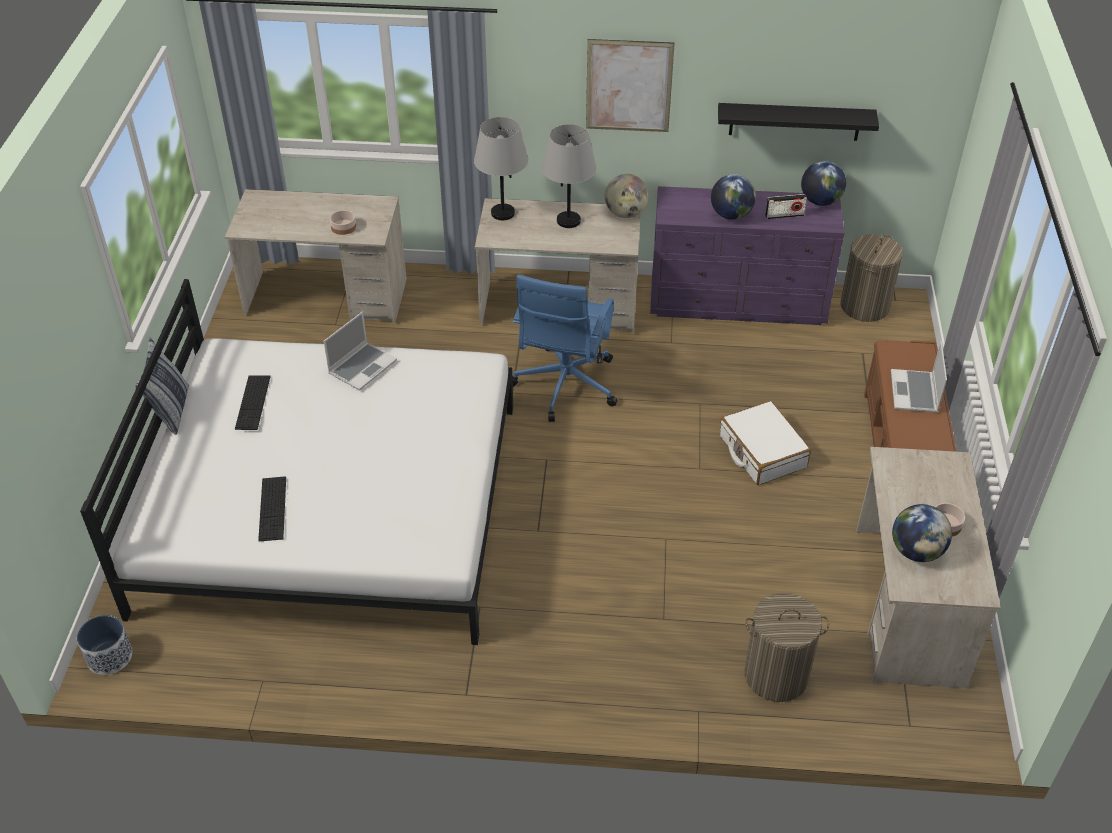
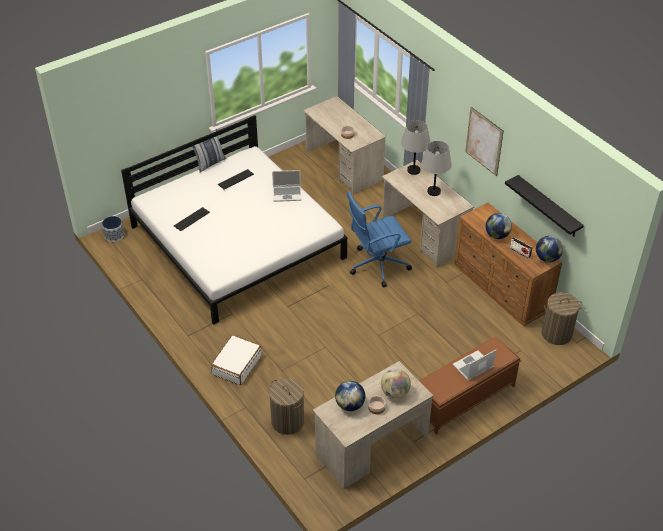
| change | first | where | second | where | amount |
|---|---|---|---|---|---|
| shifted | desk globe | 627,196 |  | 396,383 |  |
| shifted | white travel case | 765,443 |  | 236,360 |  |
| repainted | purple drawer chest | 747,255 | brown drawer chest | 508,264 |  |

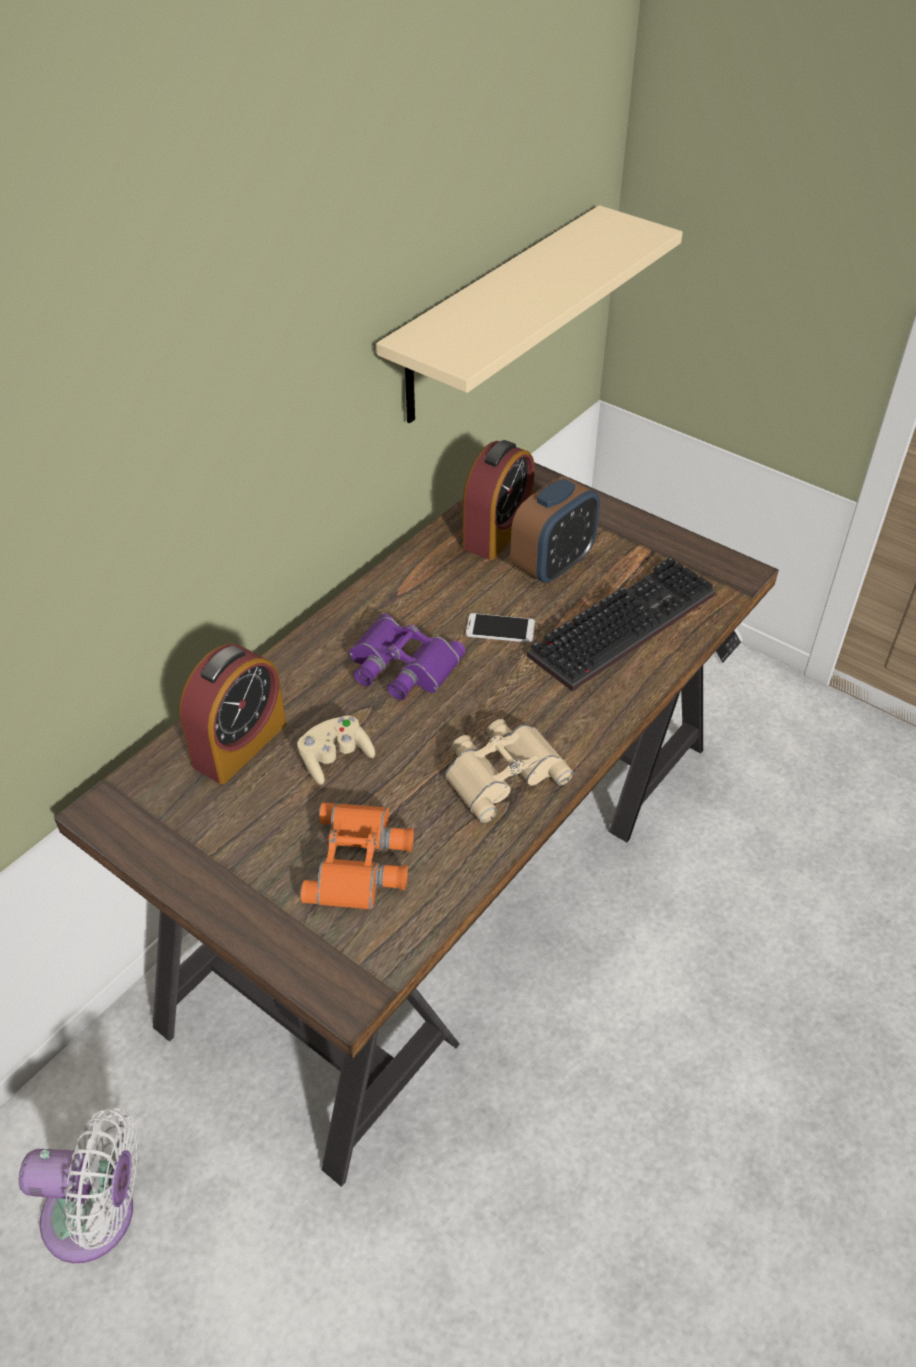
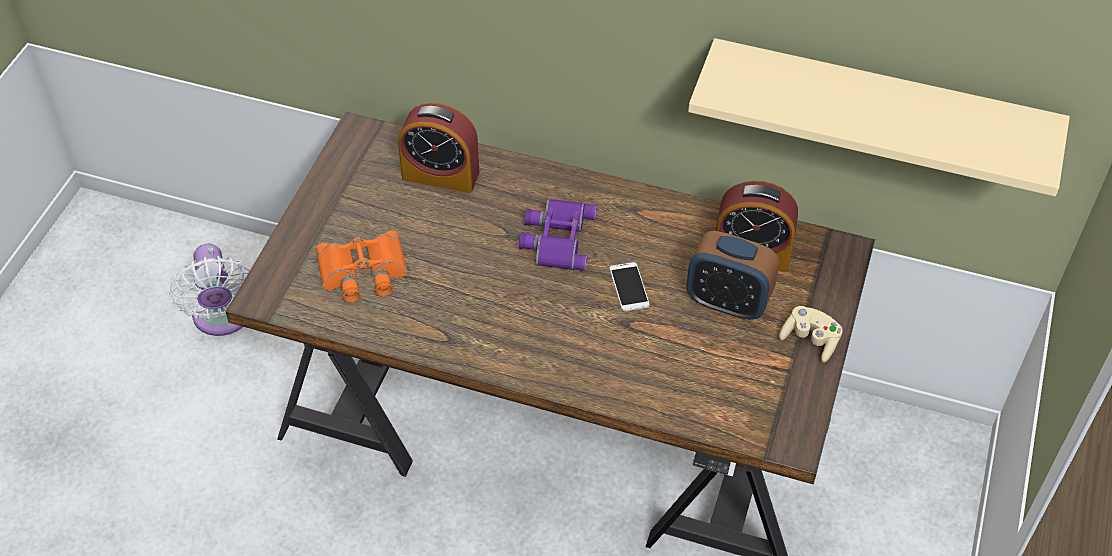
| change | first | where | second | where | amount |
|---|---|---|---|---|---|
| gone | beige-coloured pair of binoculars | 509,771 |  |  |  |
| gone | computer keyboard | 621,624 |  |  |  |
| shifted | beige-coloured gamepad | 336,750 |  | 811,334 |  |

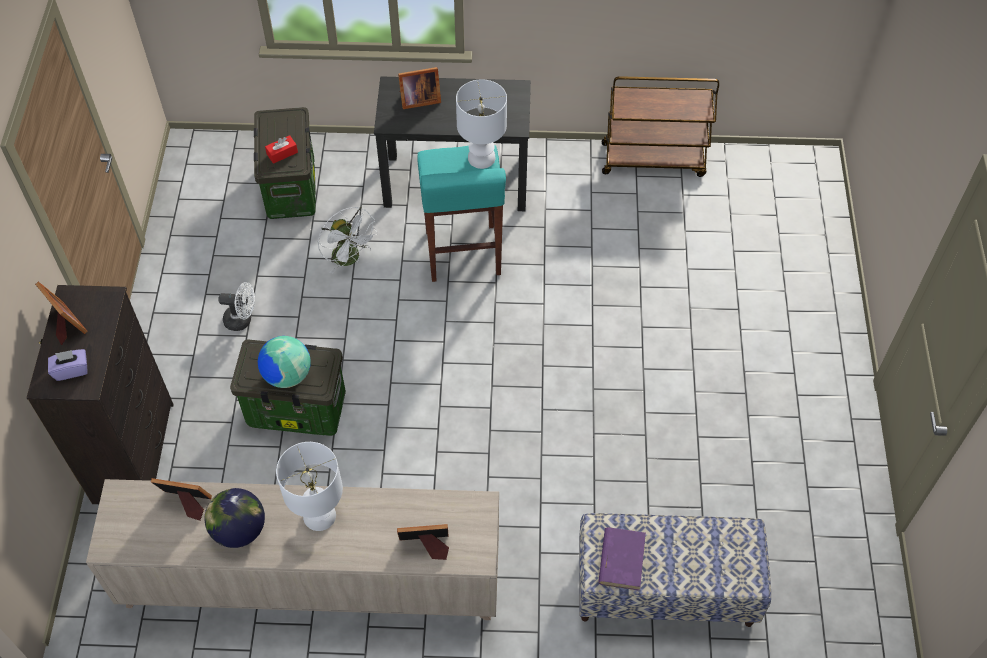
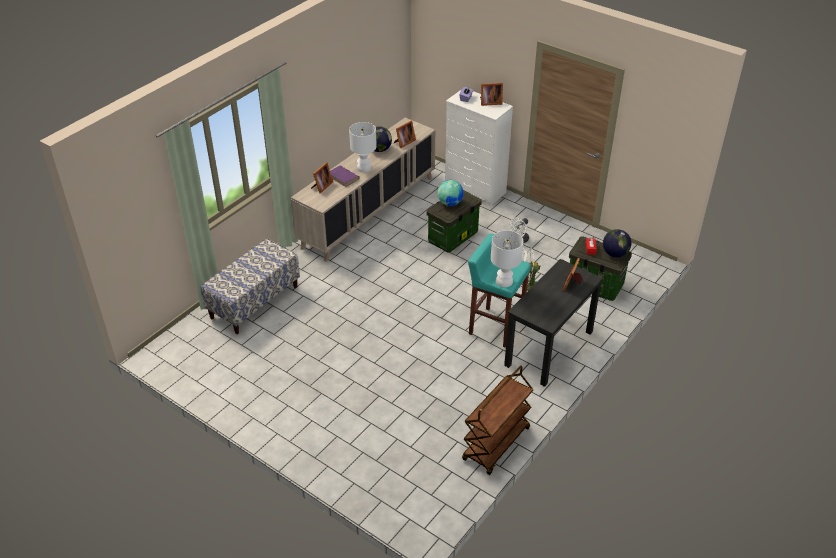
| change | first | where | second | where | amount |
|---|---|---|---|---|---|
| new |  |  | desk globe | 617,243 |  |
| shifted | purple bound book | 622,559 |  | 345,176 |  |
| repainted | black drawer chest | 100,394 | white drawer chest | 479,147 |  |

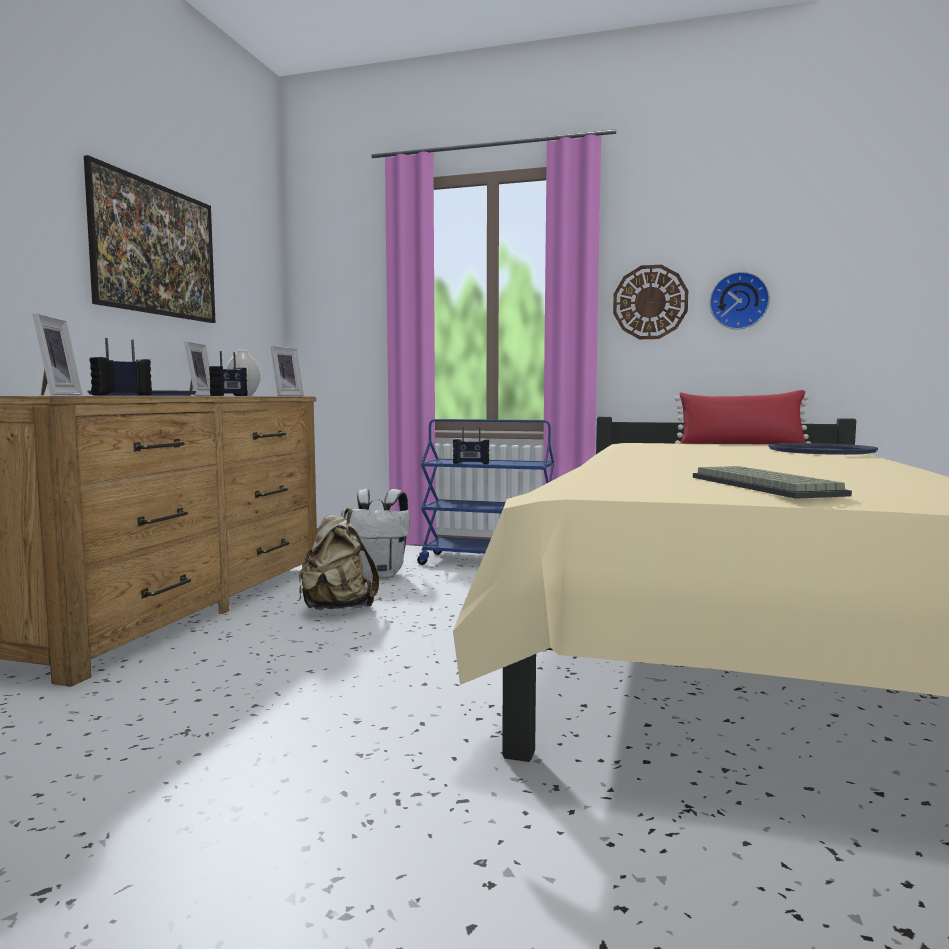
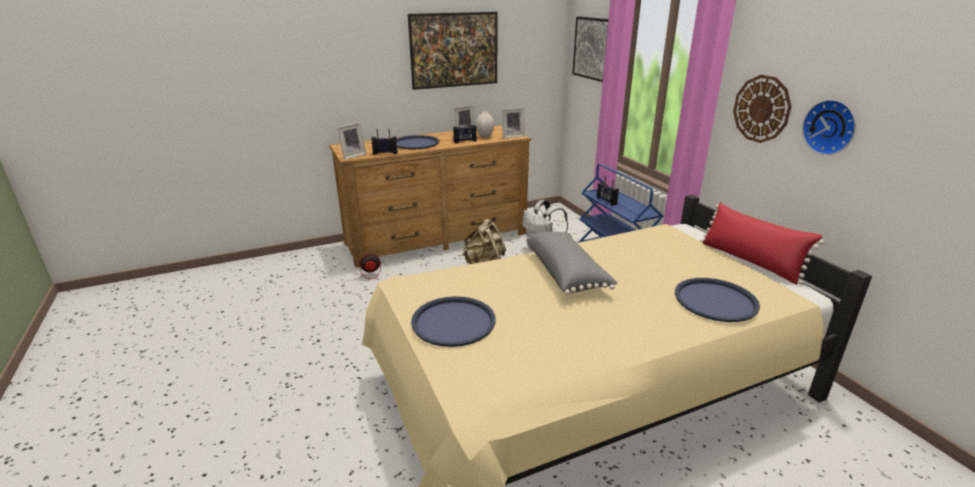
| change | first | where | second | where | amount |
|---|---|---|---|---|---|
| new |  |  | fan | 362,274 |  |
| new |  |  | grey throw pillow | 572,263 |  |
| new |  |  | wall picture | 590,49 |  |
| swapped | computer keyboard | 772,482 | blue-coloured serving tray | 453,321 |  |

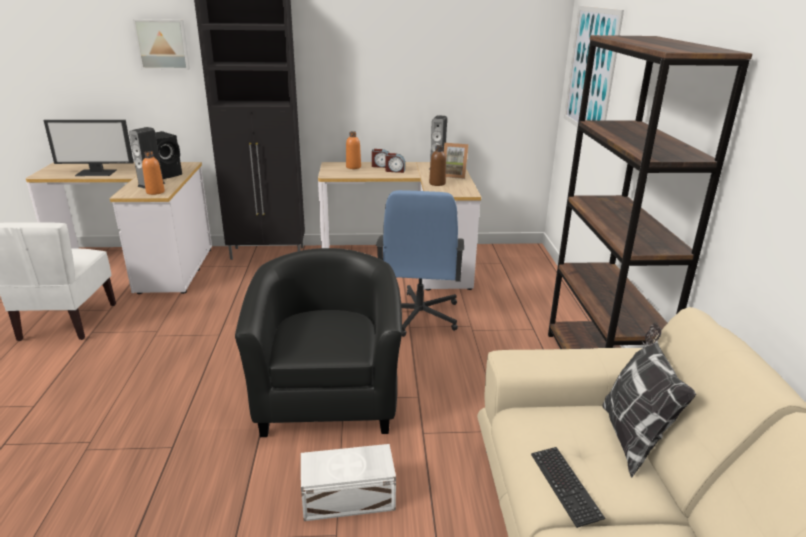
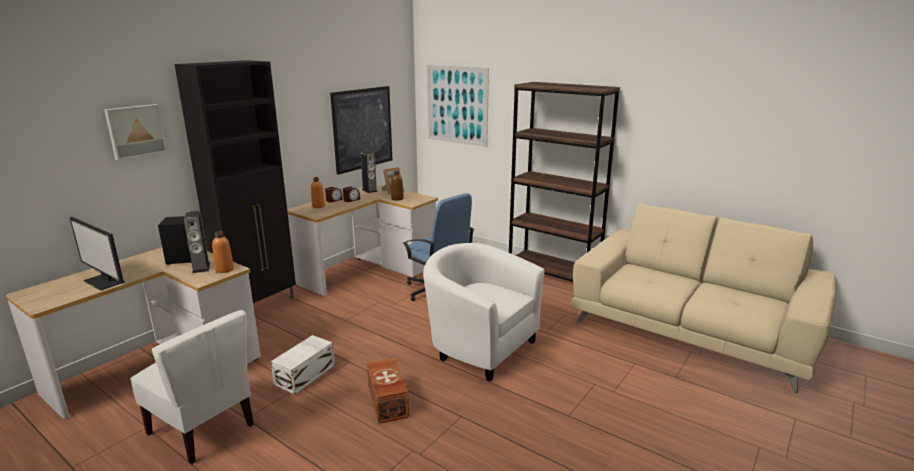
| change | first | where | second | where | amount |
|---|---|---|---|---|---|
| gone | computer keyboard | 568,487 |  |  |  |
| gone | throw pillow | 649,400 |  |  |  |
| new |  |  | wall picture | 361,130 |  |
| new |  |  | brown storage container | 388,391 |  |
| shifted | white storage container | 348,482 |  | 303,365 |  |
| repainted | black lounge chair | 318,342 | white lounge chair | 483,312 |  |
| rotated | computer screen | 88,148 |  | 97,254 | 90 degrees clockwise |

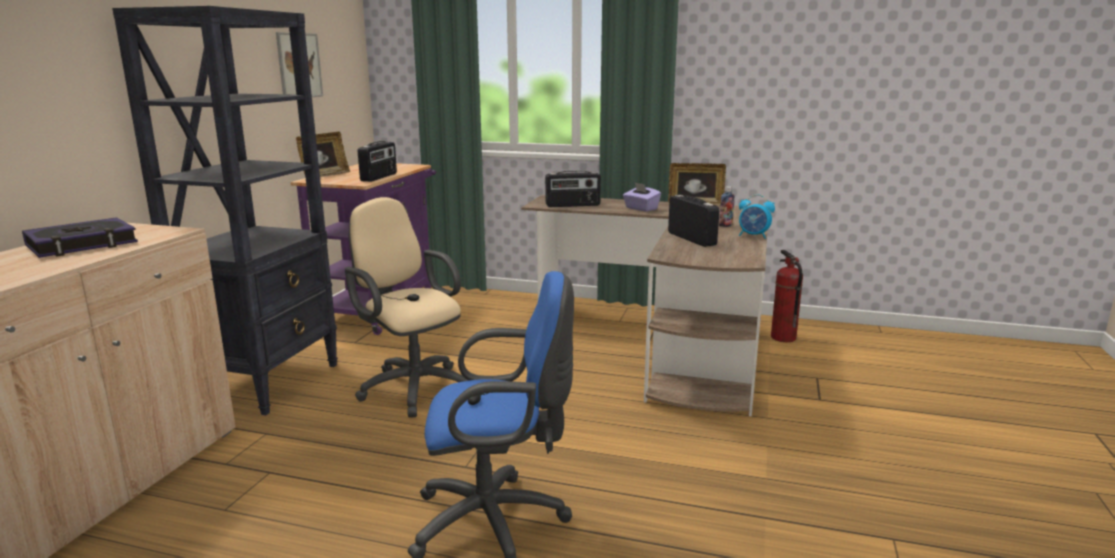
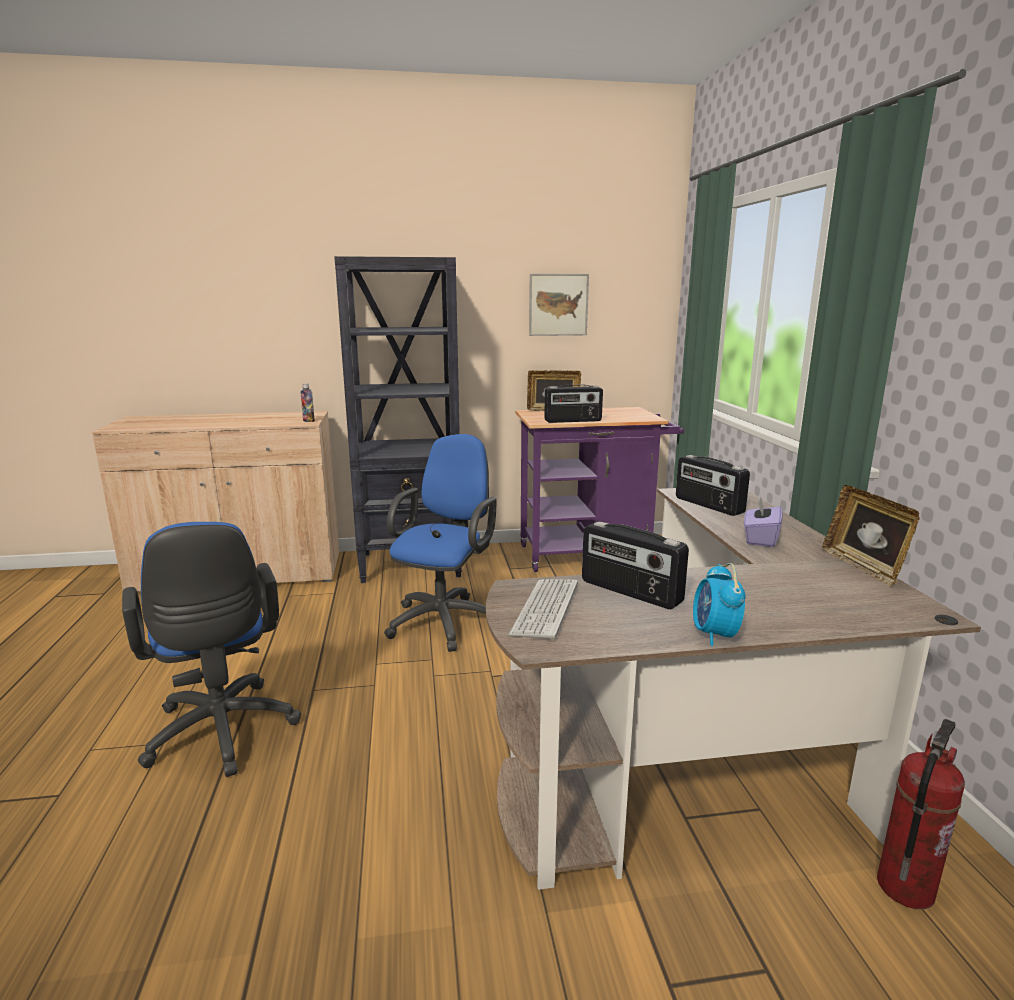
| change | first | where | second | where | amount |
|---|---|---|---|---|---|
| gone | bound book | 80,237 |  |  |  |
| new |  |  | computer keyboard | 543,609 |  |
| shifted | bottle | 727,206 |  | 307,402 |  |
| repainted | beige-coloured computer chair | 407,307 | blue-coloured computer chair | 440,543 |  |
| rotated | radio | 693,221 |  | 635,565 | 90 degrees clockwise |

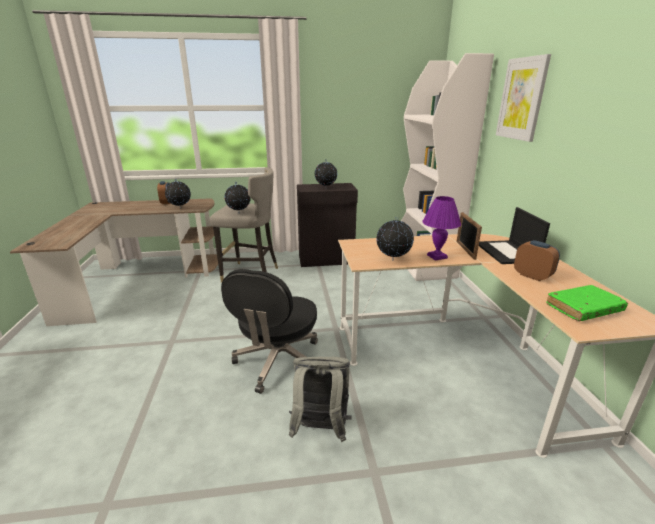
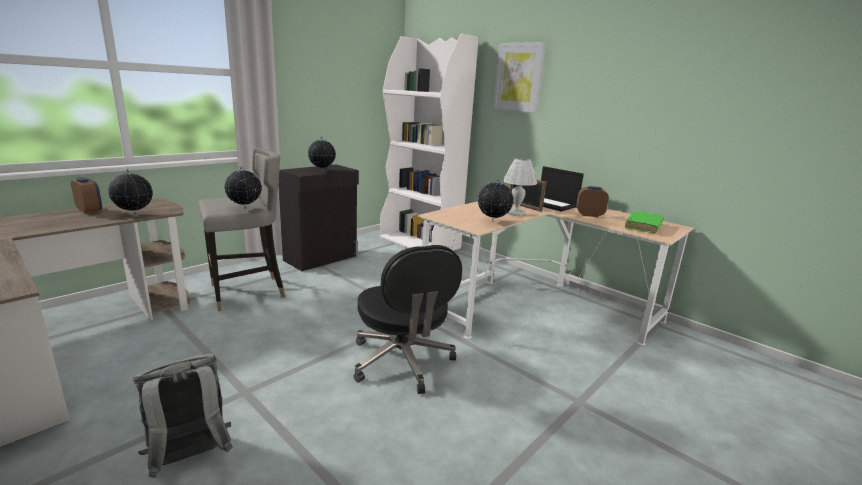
| change | first | where | second | where | amount |
|---|---|---|---|---|---|
| shifted | grey knapsack | 320,399 |  | 183,416 |  |
| repainted | purple tabletop lamp | 441,228 | white tabletop lamp | 520,187 |  |

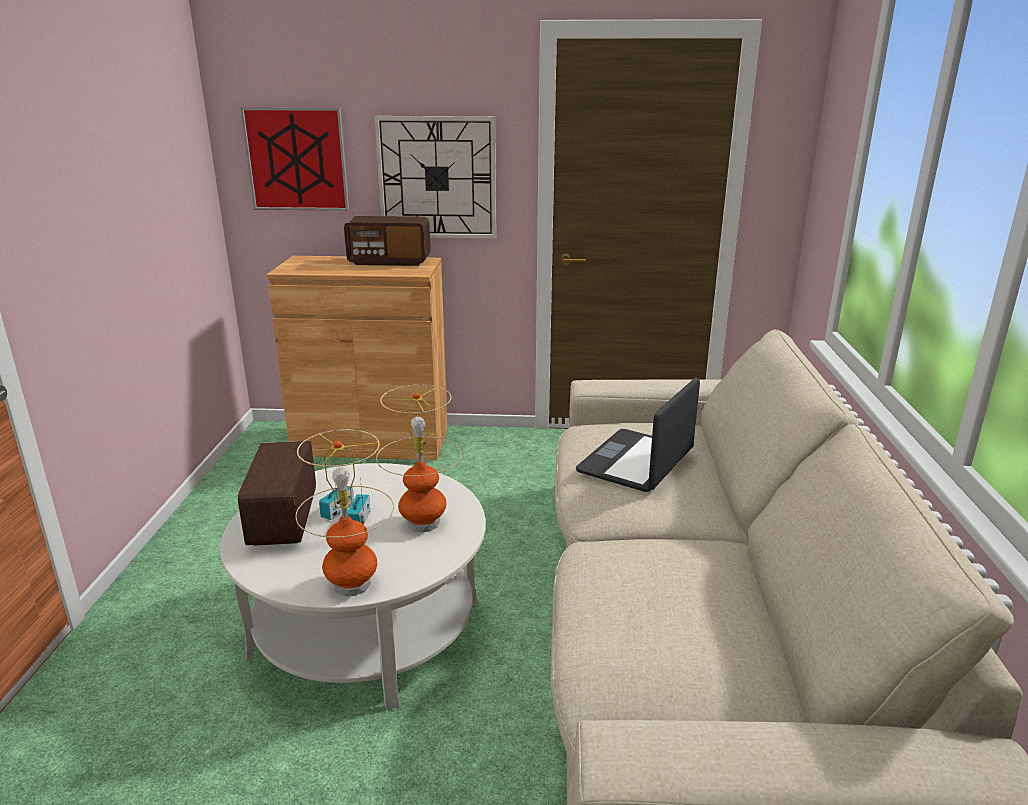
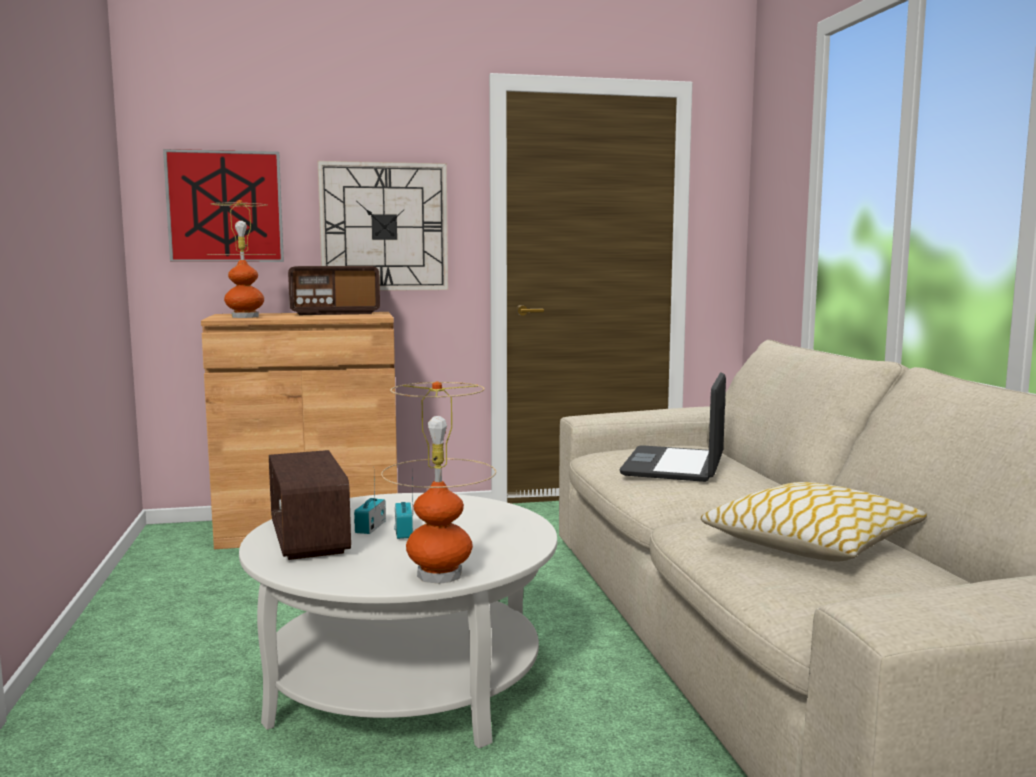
| change | first | where | second | where | amount |
|---|---|---|---|---|---|
| new |  |  | throw pillow | 814,521 |  |
| shifted | tabletop lamp | 419,458 |  | 241,259 |  |

